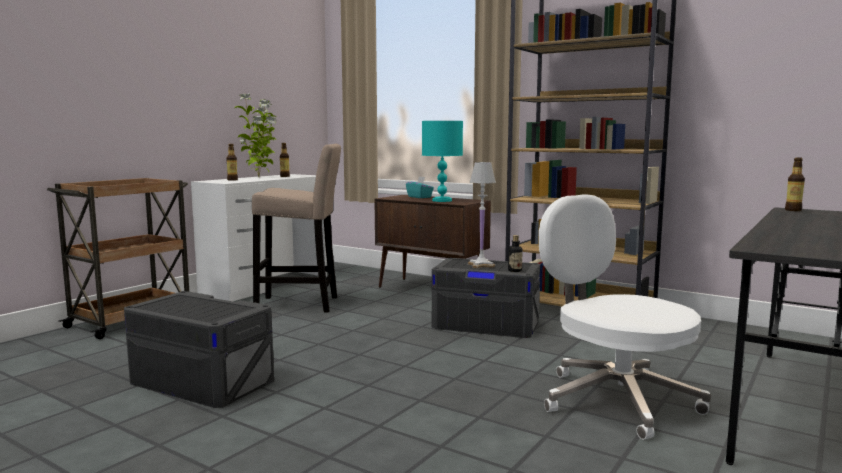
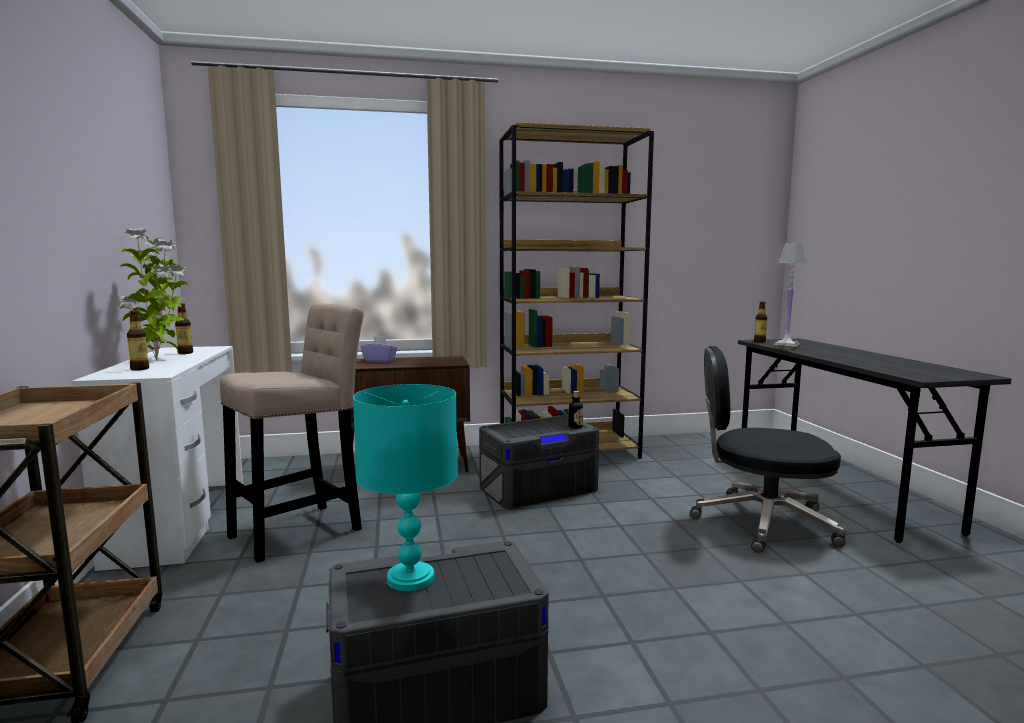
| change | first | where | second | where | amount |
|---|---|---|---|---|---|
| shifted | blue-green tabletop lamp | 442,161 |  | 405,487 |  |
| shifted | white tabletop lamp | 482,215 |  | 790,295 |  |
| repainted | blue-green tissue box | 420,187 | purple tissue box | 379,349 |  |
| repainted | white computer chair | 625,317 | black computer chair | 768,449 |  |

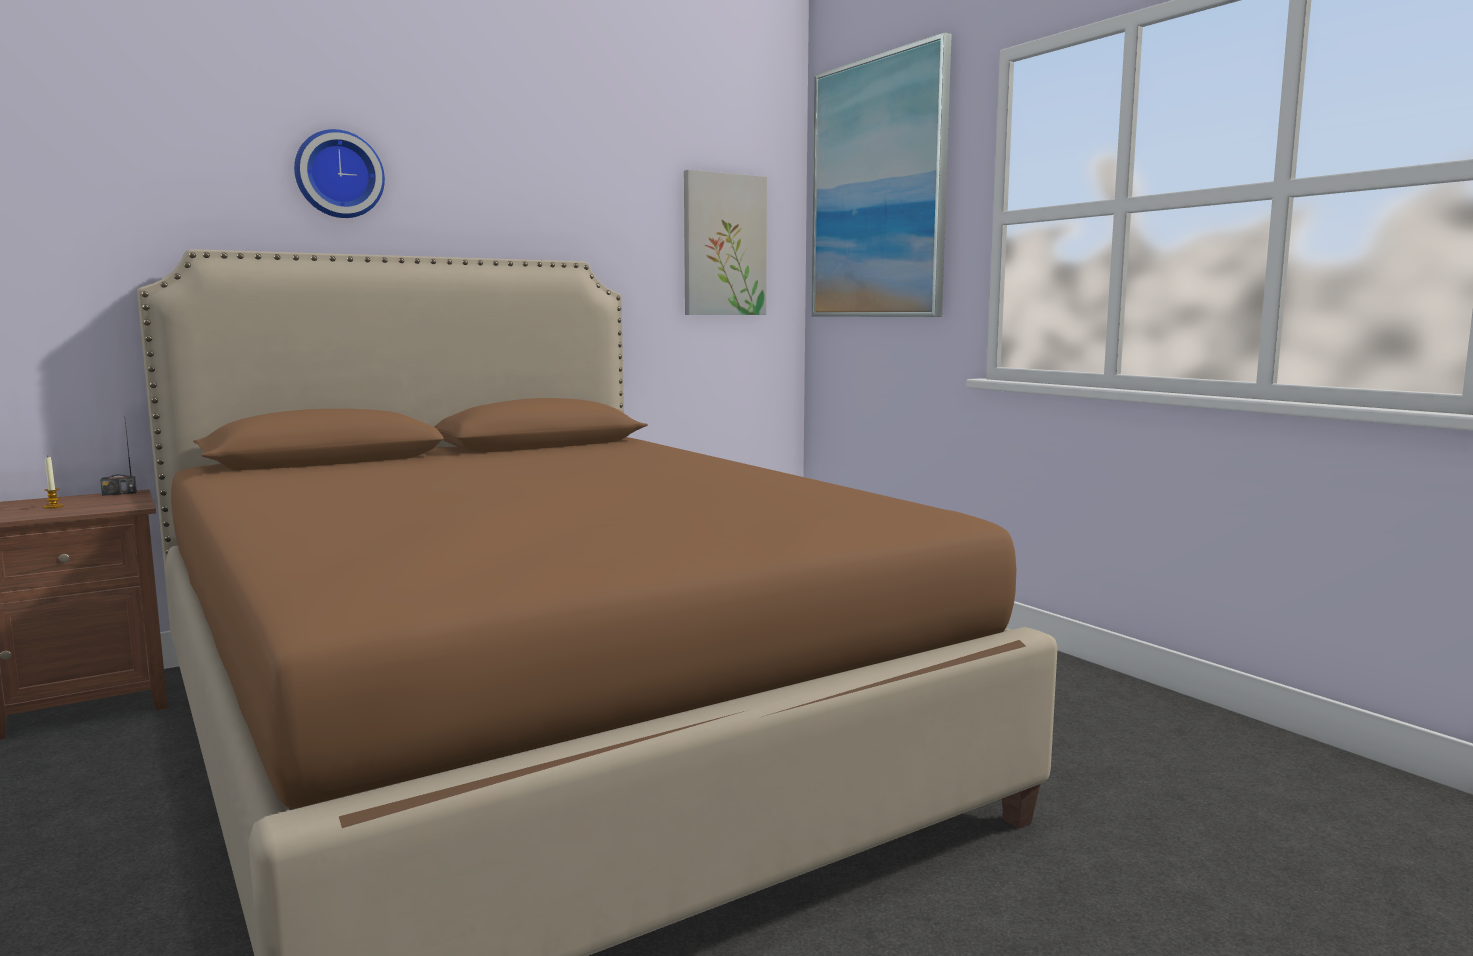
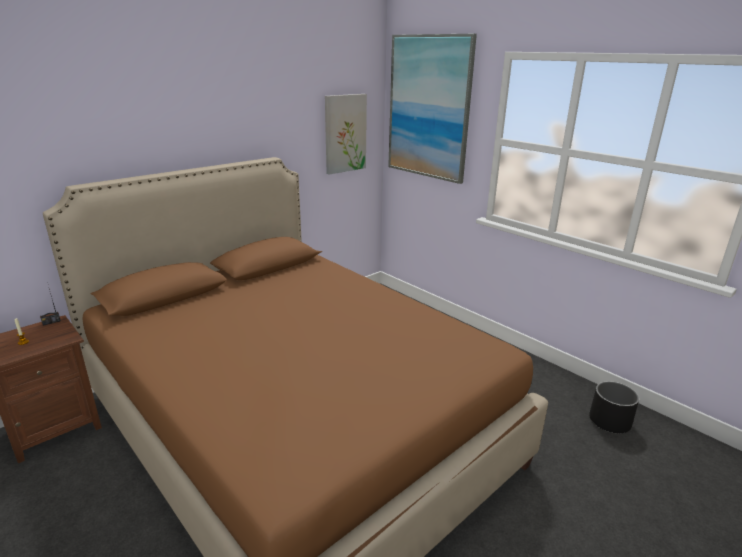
| change | first | where | second | where | amount |
|---|---|---|---|---|---|
| gone | hanging clock | 339,173 |  |  |  |
| new |  |  | black flower pot | 614,407 |  |

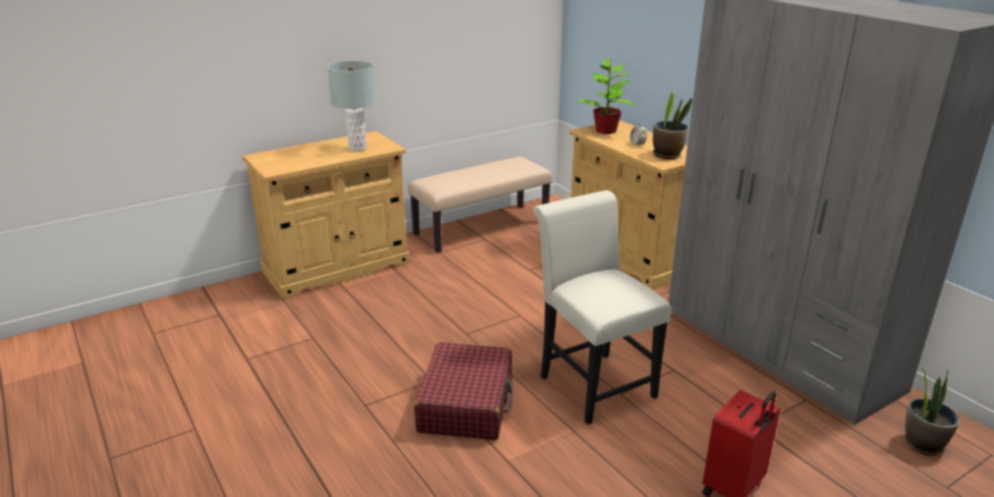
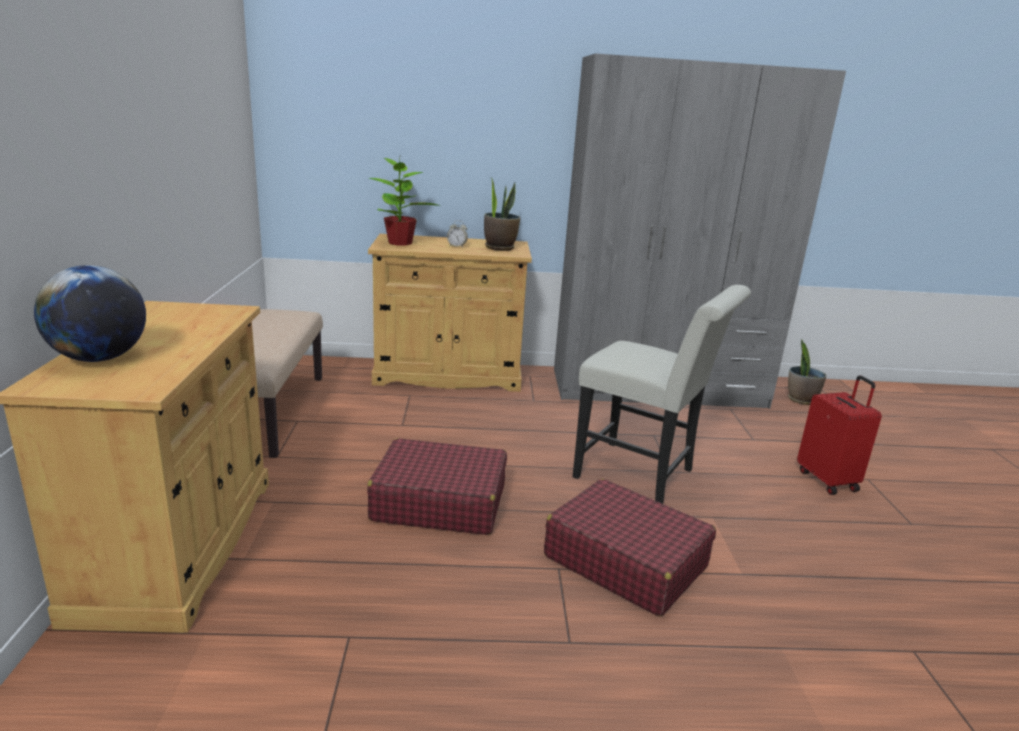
| change | first | where | second | where | amount |
|---|---|---|---|---|---|
| gone | grey tabletop lamp | 352,106 |  |  |  |
| new |  |  | desk globe | 90,313 |  |
| new |  |  | reddish travel case | 437,486 |  |
| rotated | white plain chair | 602,307 |  | 661,394 | 150 degrees counterclockwise |

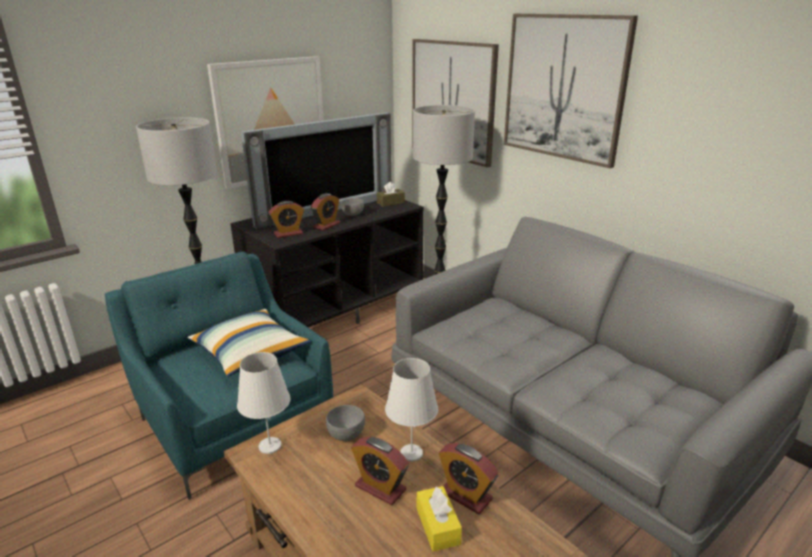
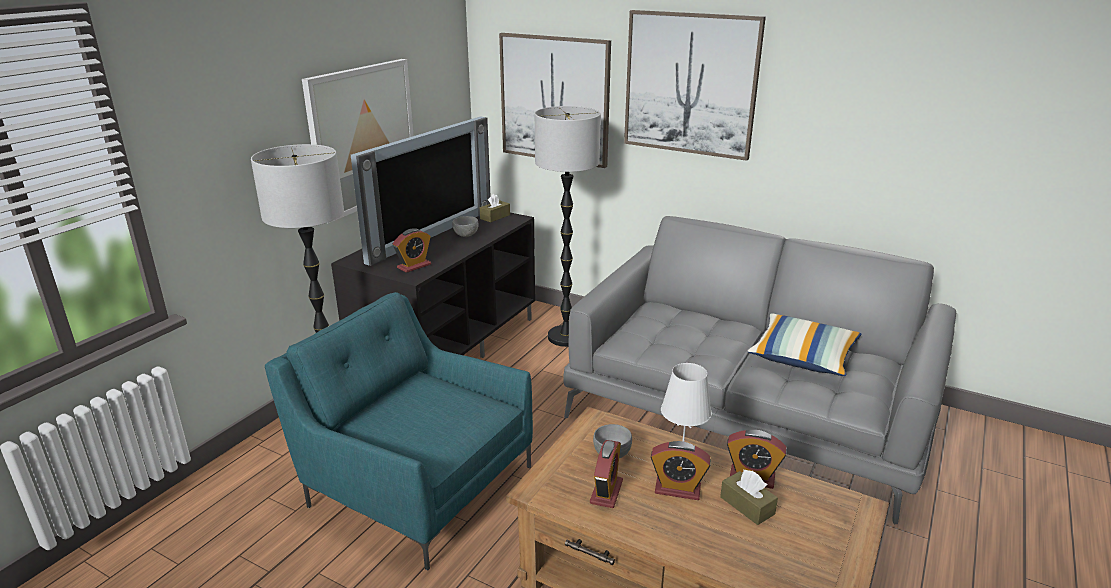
| change | first | where | second | where | amount |
|---|---|---|---|---|---|
| gone | white tabletop lamp | 264,403 |  |  |  |
| shifted | throw pillow | 249,343 |  | 804,344 |  |
| shifted | bedside clock | 325,211 |  | 606,474 |  |
| repainted | yellowish tissue box | 439,519 | brown tissue box | 749,497 |  |

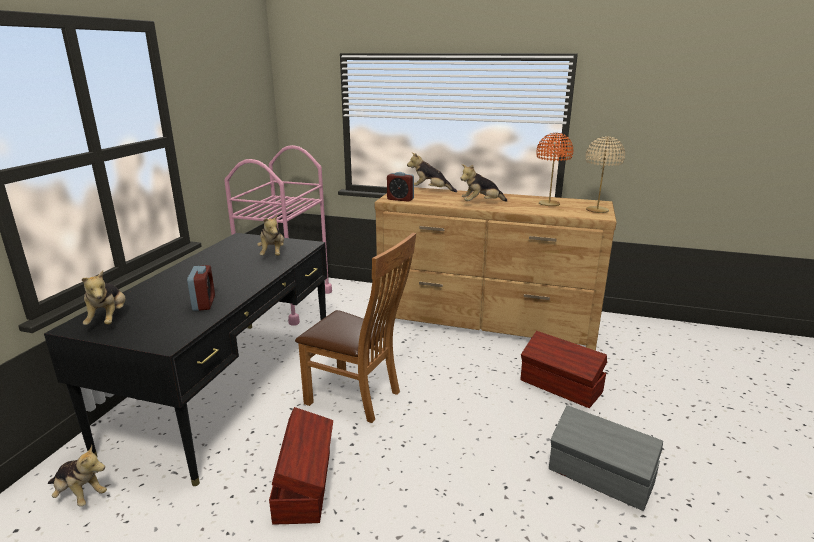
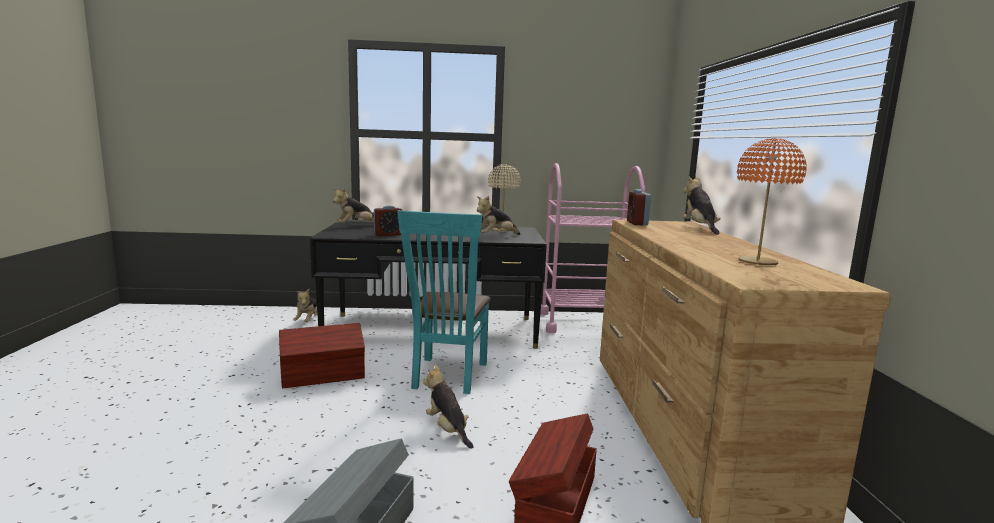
| change | first | where | second | where | amount |
|---|---|---|---|---|---|
| shifted | soft toy | 484,183 |  | 448,407 |  |
| shifted | beige-coloured tabletop lamp | 605,174 |  | 504,198 |  |
| repainted | brown plain chair | 355,328 | blue-green plain chair | 443,302 |  |

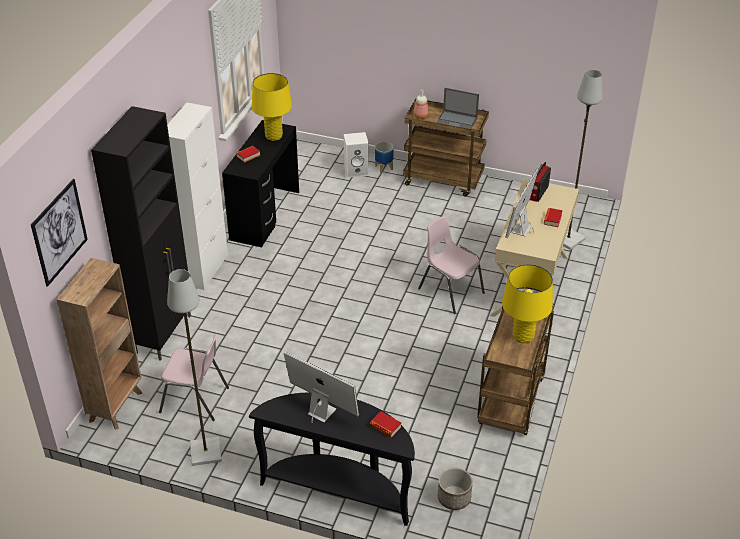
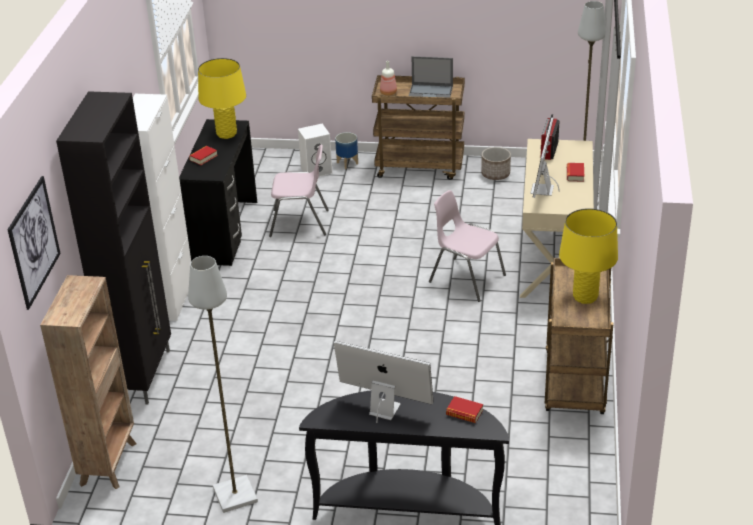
| change | first | where | second | where | amount |
|---|---|---|---|---|---|
| shifted | pink plain chair | 194,377 |  | 299,191 |  |
| shifted | flower pot | 455,488 |  | 496,163 |  |

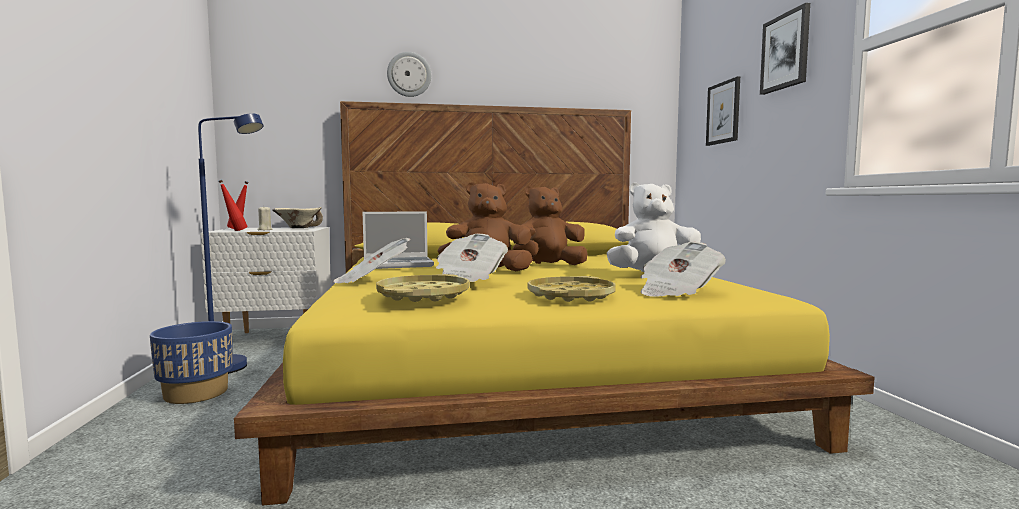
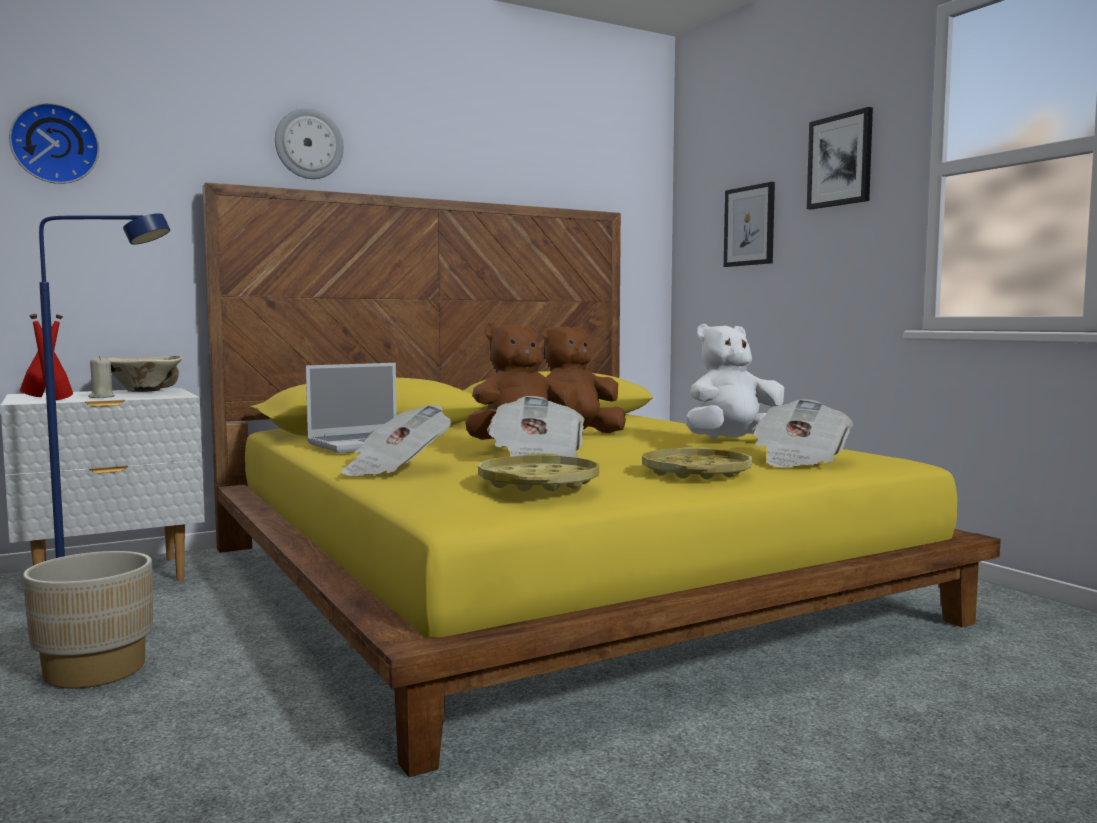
| change | first | where | second | where | amount |
|---|---|---|---|---|---|
| new |  |  | hanging clock | 54,143 |  |
| repainted | blue-coloured flower pot | 191,362 | beige-coloured flower pot | 88,620 |  |

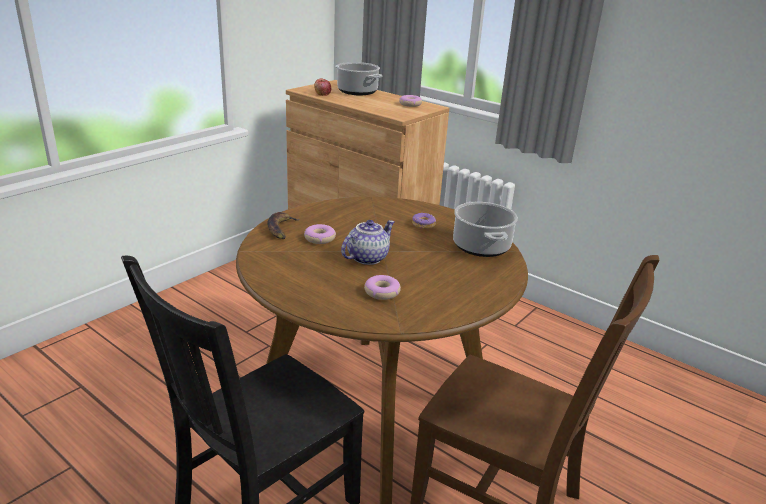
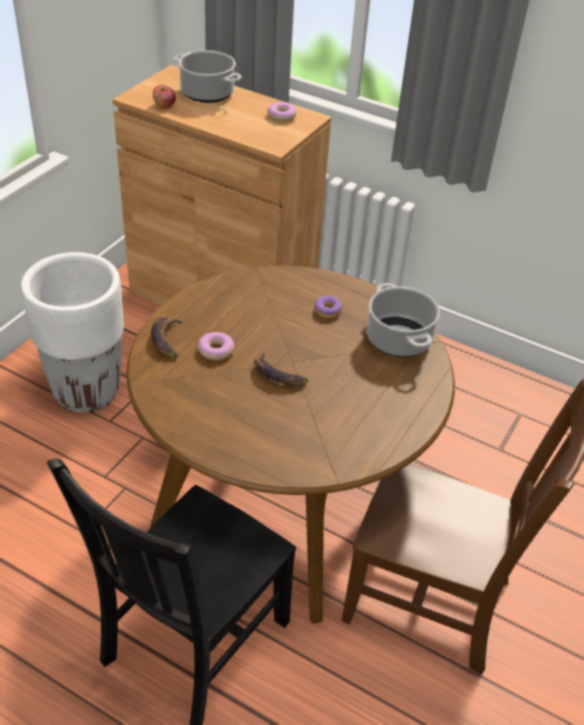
| change | first | where | second | where | amount |
|---|---|---|---|---|---|
| gone | doughnut | 382,287 |  |  |  |
| new |  |  | white flower pot | 72,332 |  |
| swapped | pot for tea | 368,242 | banana | 281,369 |  |

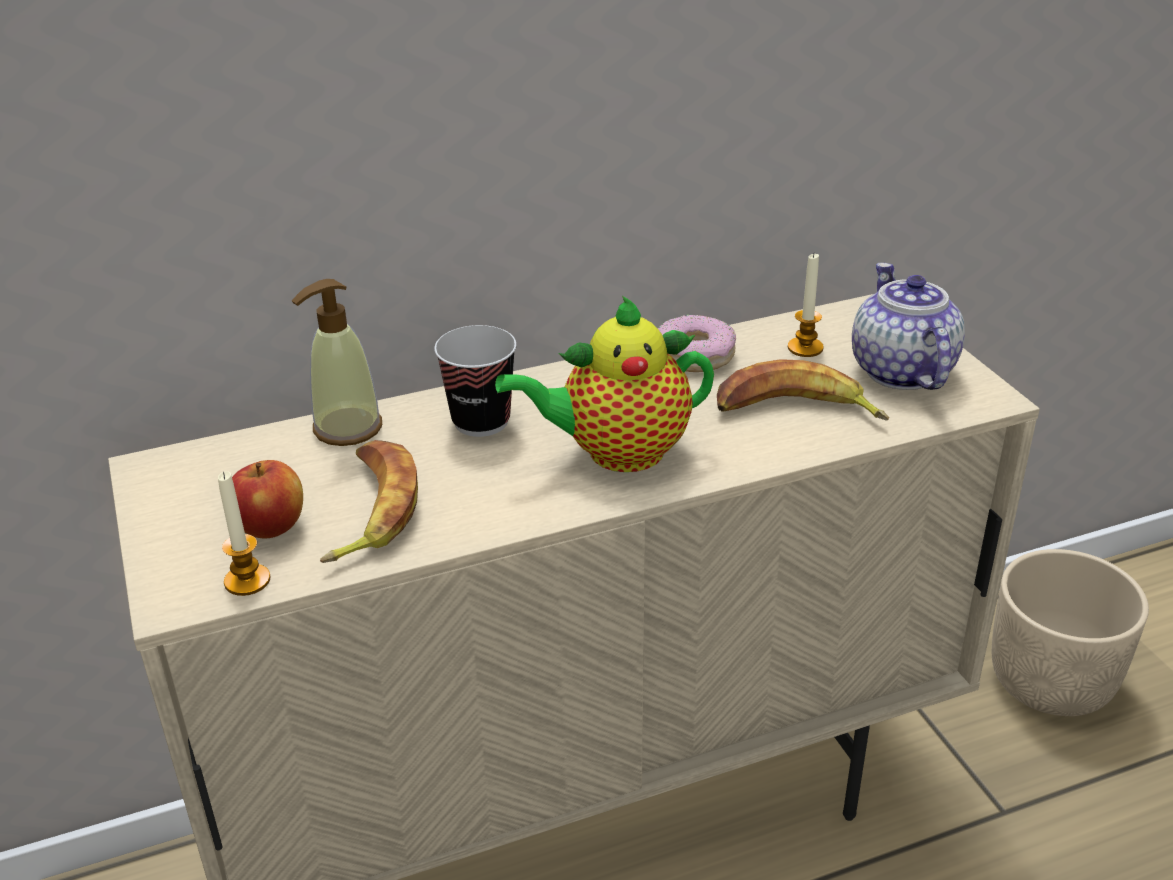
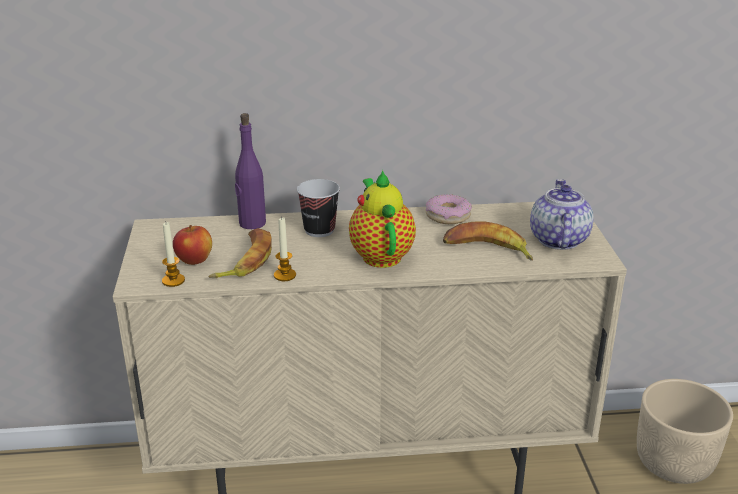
| change | first | where | second | where | amount |
|---|---|---|---|---|---|
| shifted | wax light | 806,305 |  | 285,249 |  |
| swapped | soap dispenser | 337,362 | purple bottle | 250,171 |  |
| rotated | pot for tea | 604,384 |  | 382,219 | 75 degrees clockwise |

